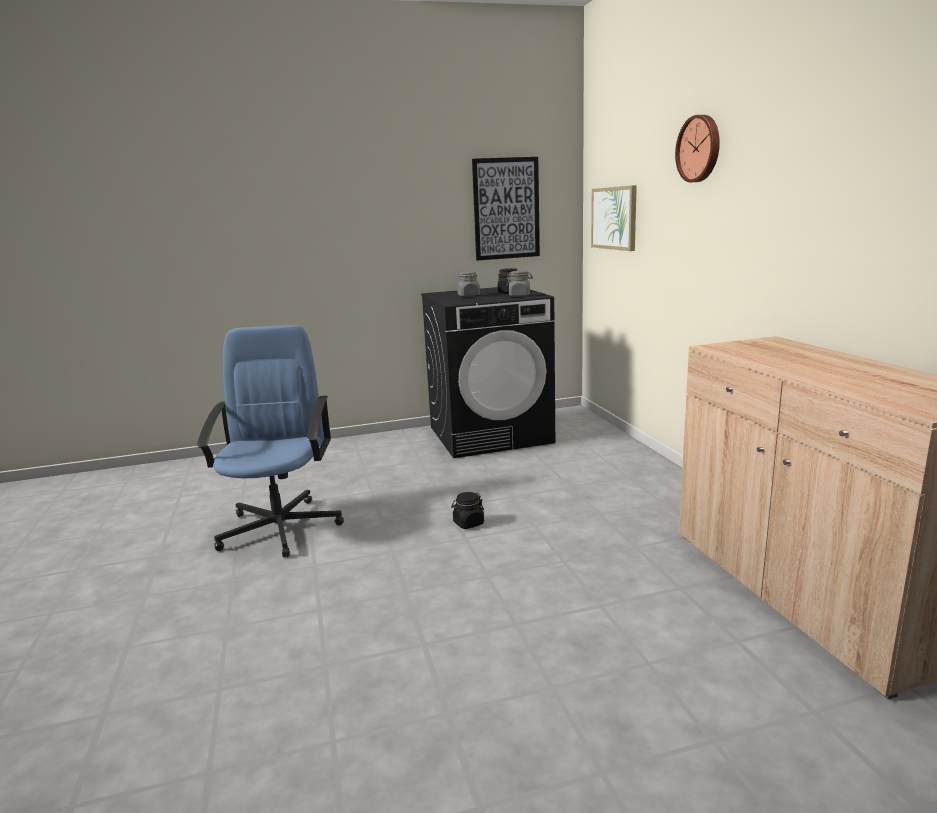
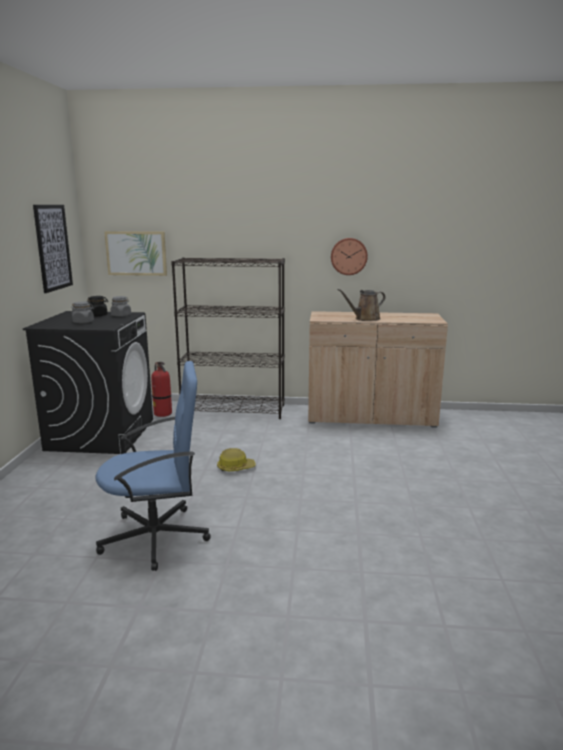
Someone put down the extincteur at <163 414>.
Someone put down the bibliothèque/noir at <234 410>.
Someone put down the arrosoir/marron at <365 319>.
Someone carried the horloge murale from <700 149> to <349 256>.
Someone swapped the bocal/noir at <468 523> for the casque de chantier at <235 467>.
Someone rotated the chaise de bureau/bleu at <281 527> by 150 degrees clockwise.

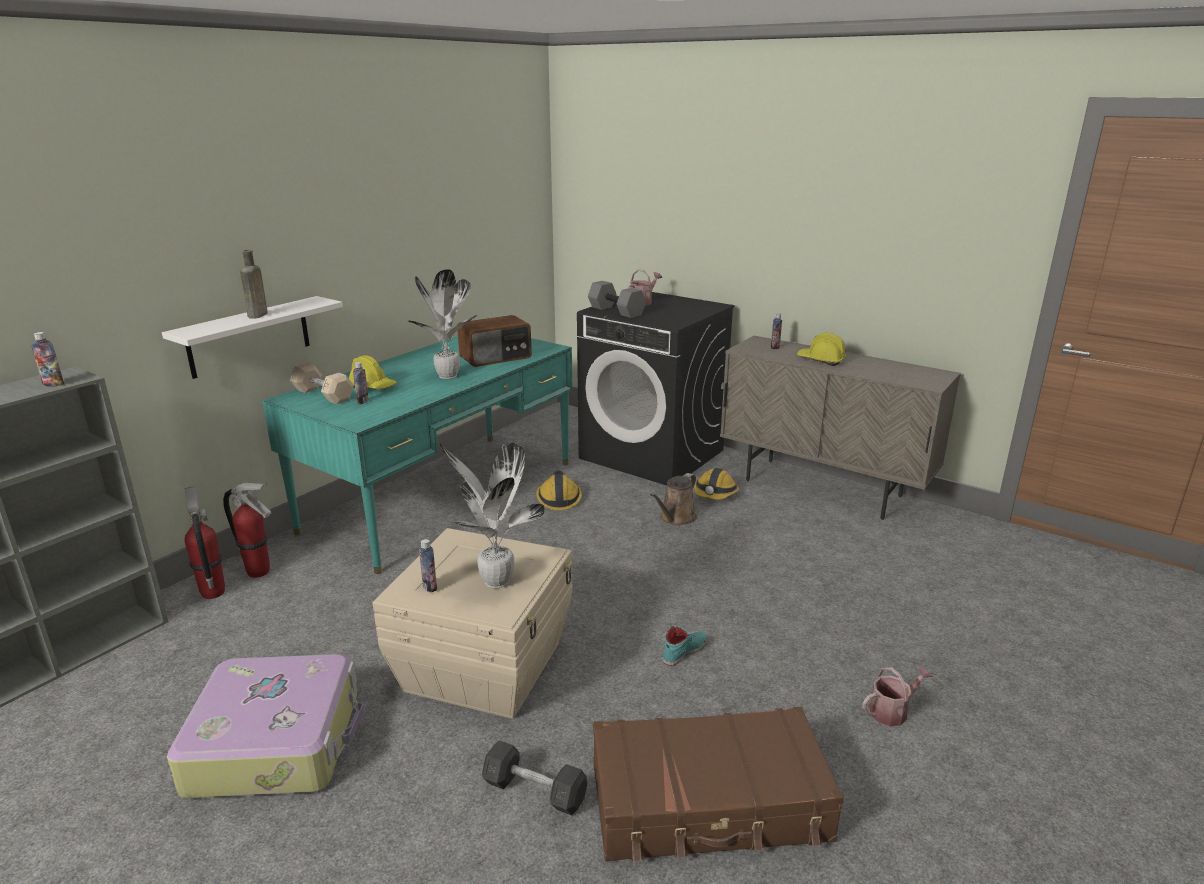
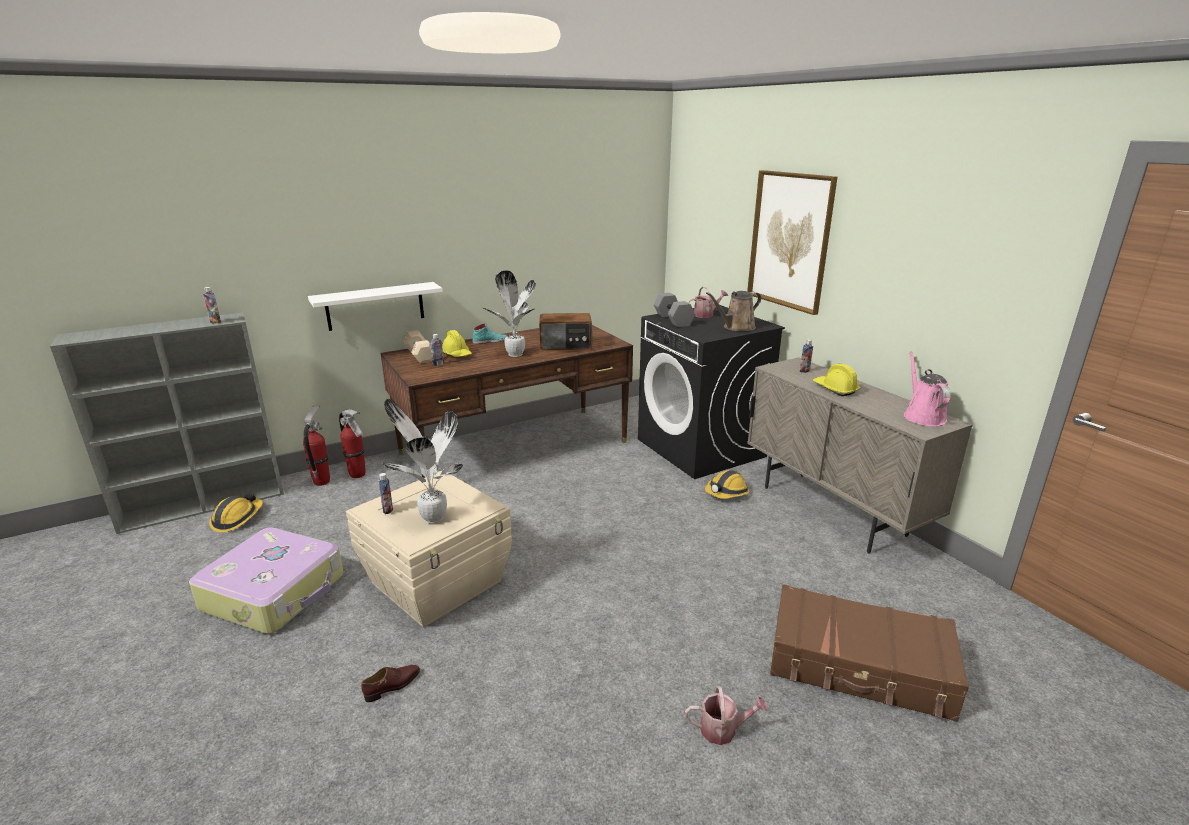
Someone took away the bouteille/marron at <257 316>.
Someone put up the tableau at <790 240>.
Someone put down the arrosoir/rose at <922 416>.
Someone carried the casque de chantier from <559 498> to <237 519>.
Someone carried the valise/marron from <709 803> to <859 666>.
Someone carried the arrosoir/marron from <676 518> to <736 327>.
Someone carried the chaussure/turquoise from <684 650> to <490 341>.
Someone swapped the haltère/gris at <535 791> for the chaussure/marron at <393 686>.
Someone repainted the bureau/turquoise at <442 496>, which became the bureau/marron at <514 447>.

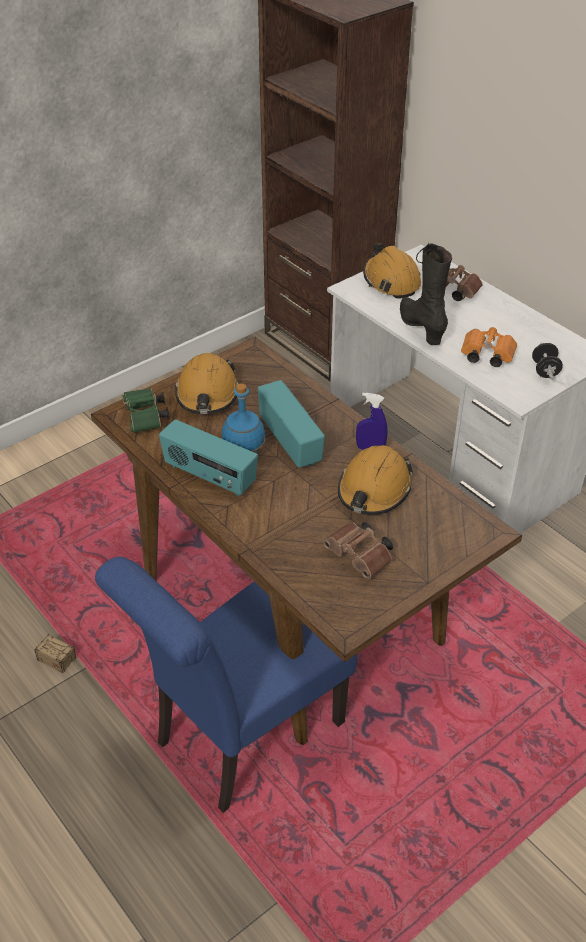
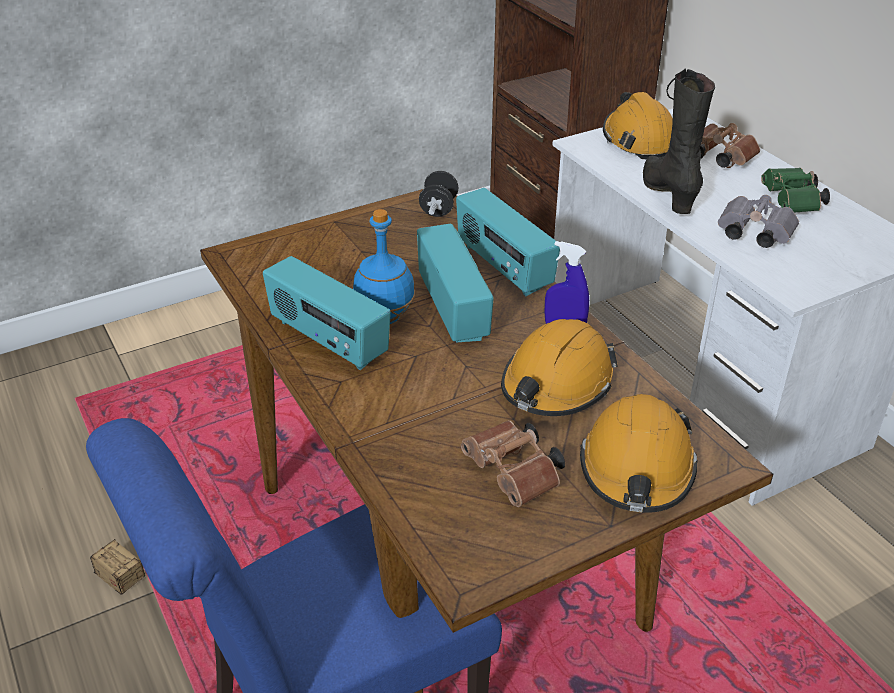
Someone put down the radio at <503 268>.
Someone carried the jumelles/vert from <146 419> to <792 203>.
Someone carried the casque de chantier/orange from <207 395> to <637 469>.
Someone carried the haltère/noir from <545 370> to <438 209>.
Someone repainted the jumelles/orange at <485 356>, which became the jumelles/gris at <752 234>.

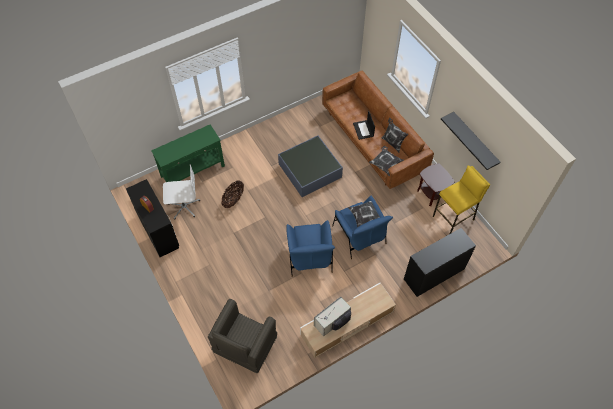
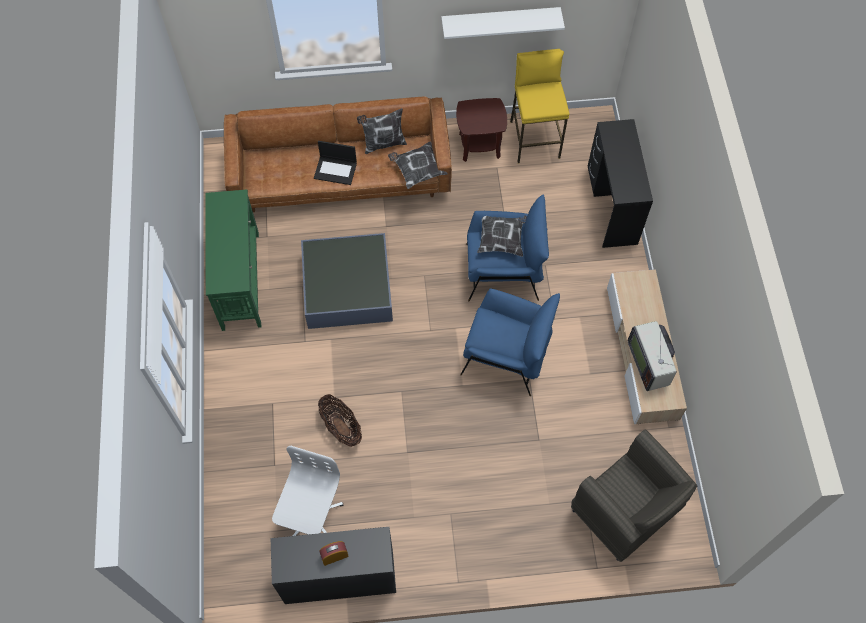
Someone carried the table console/vert from <193 171> to <241 279>.
Someone repainted the étagère/noir at <474 141>, which became the étagère/blanc at <500 20>.

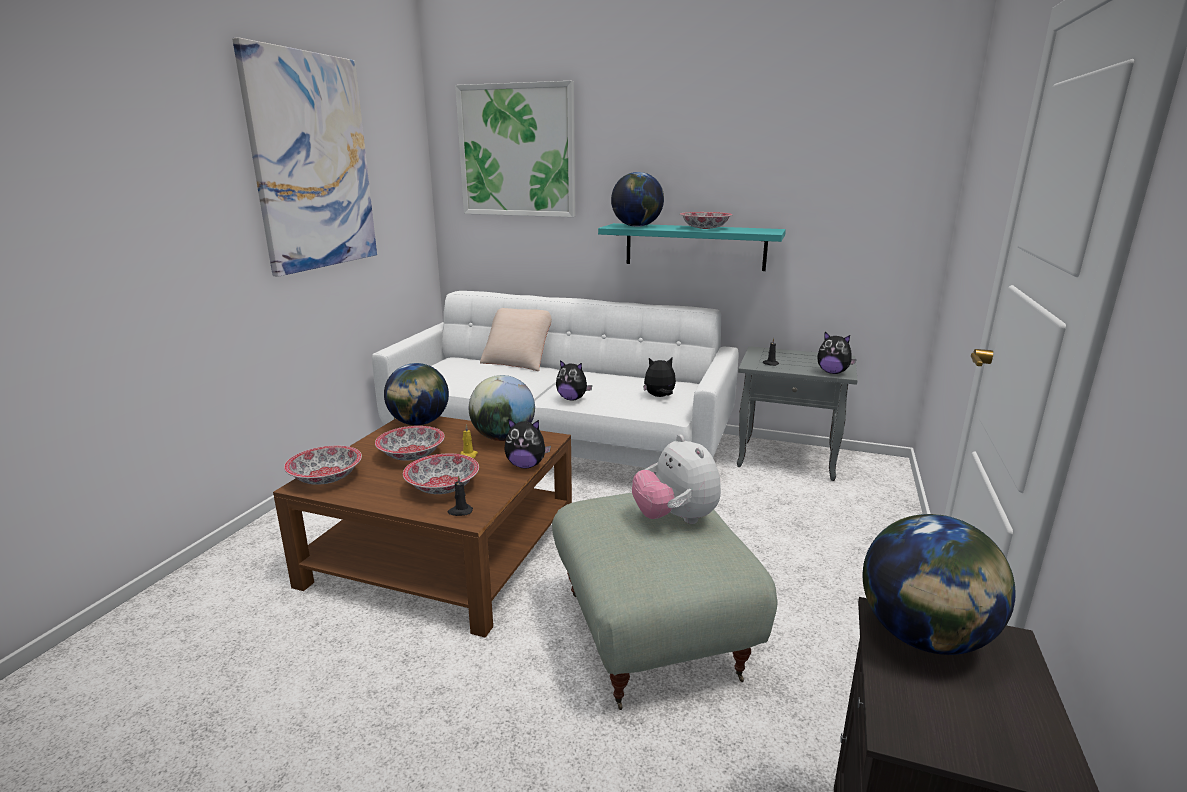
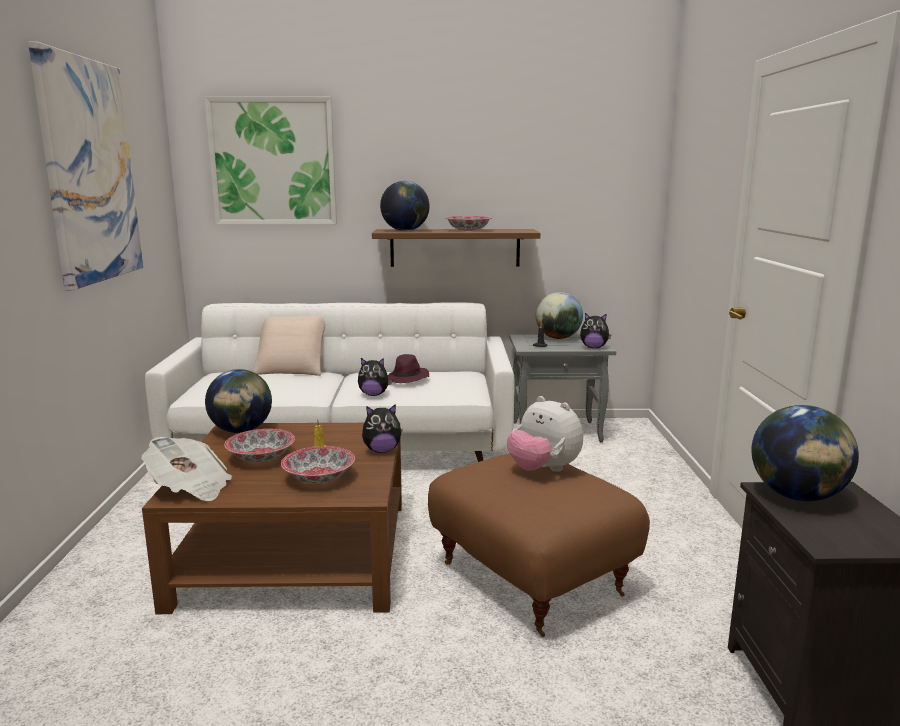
Someone took away the bougie/noir at <460 511>.
Someone took away the peluche at <659 397>.
Someone put down the chapeau/violet at <407 379>.
Someone carried the globe from <503 438> to <558 338>.
Someone swapped the bol at <326 478> for the journal at <190 488>.
Someone repainted the pouf/gris at <654 633>, which became the pouf/marron at <533 578>.
Someone repainted the étagère/turquoise at <695 246>, which became the étagère/marron at <455 247>.

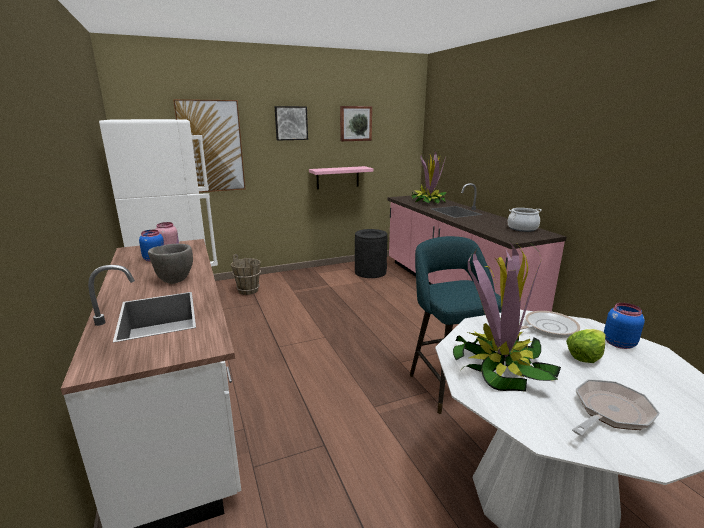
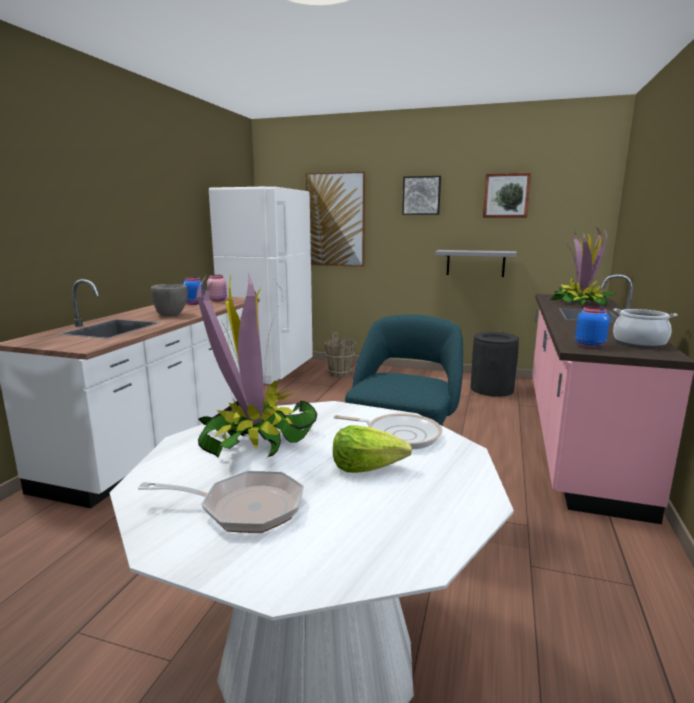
Someone carried the bocal/bleu from <618 343> to <589 345>.
Someone repainted the étagère/rose at <337 177>, which became the étagère/gris at <475 263>.

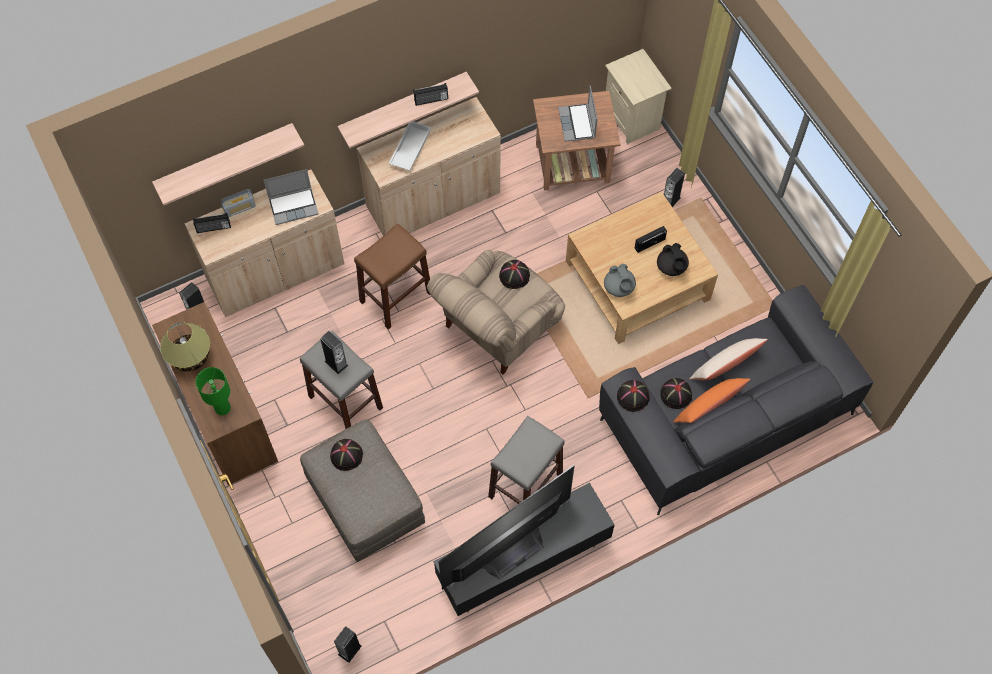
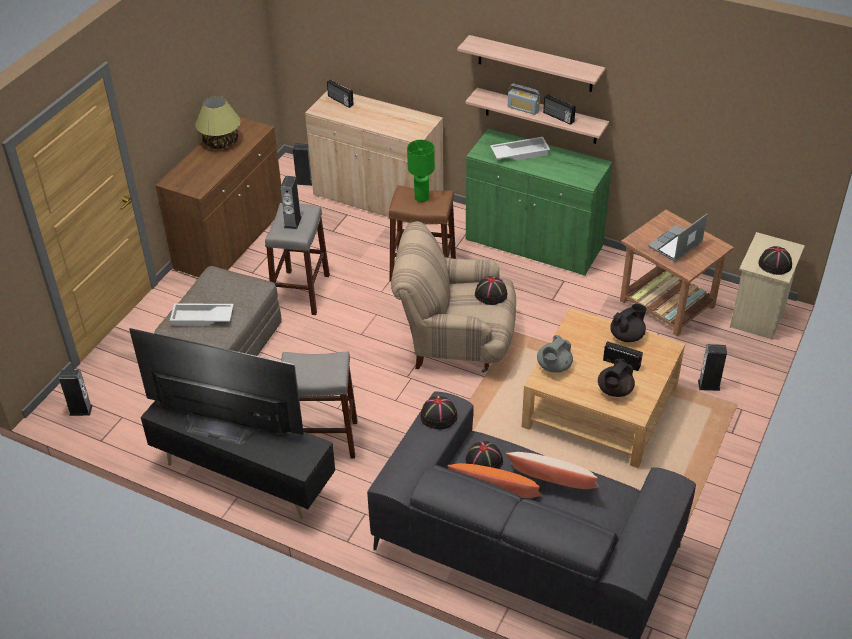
Someone took away the ordinateur portable at <294 206>.
Someone put down the plateau/blanc at <202 318>.
Someone put down the théière/noir at <627 336>.
Someone carried the étagère from <225 160> to <535 64>.
Someone carried the lampe de table/vert from <222 408> to <422 197>.
Someone carried the radio from <239 208> to <523 108>.
Someone carried the chapeau/noir from <346 455> to <775 264>.
Someone repainted the meuble de rangement/beige at <433 200>, which became the meuble de rangement/vert at <533 244>.

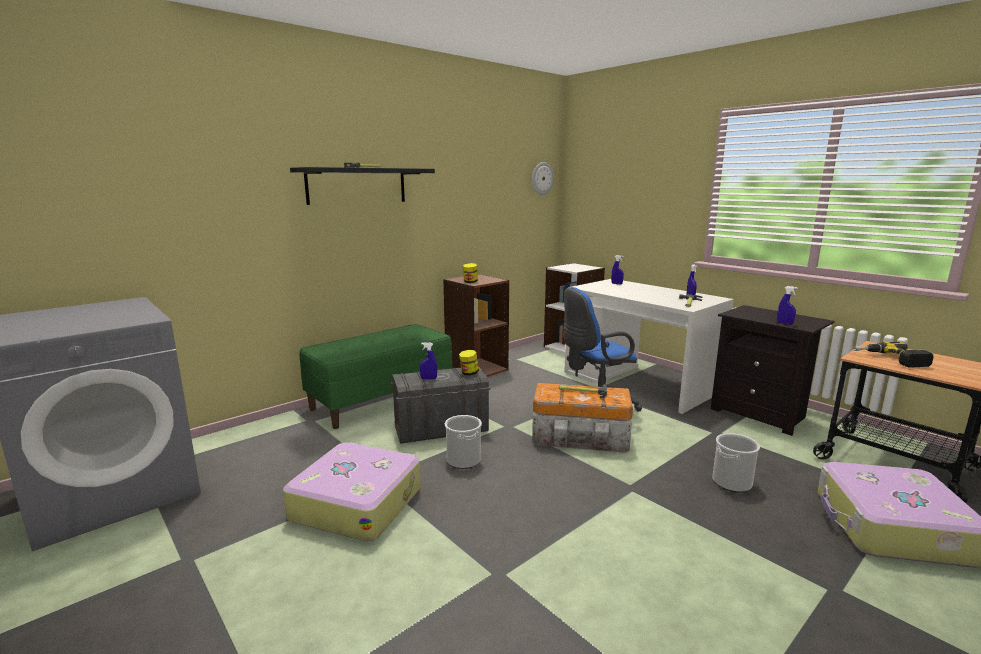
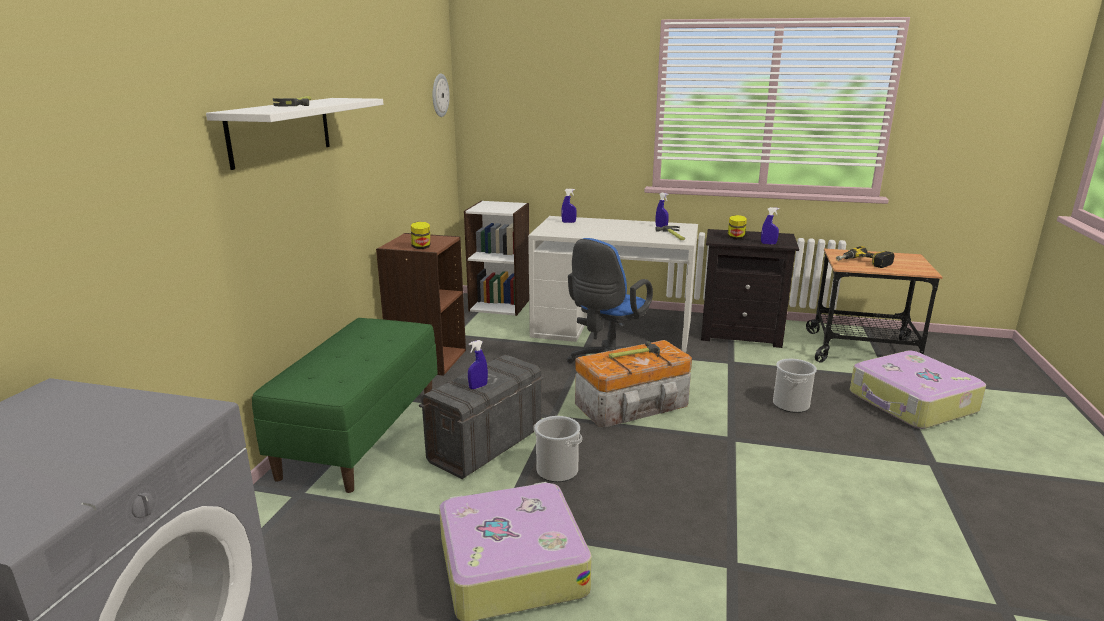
Someone carried the bocal from <469 373> to <736 238>.
Someone repainted the étagère/noir at <357 186>, which became the étagère/blanc at <281 130>.

